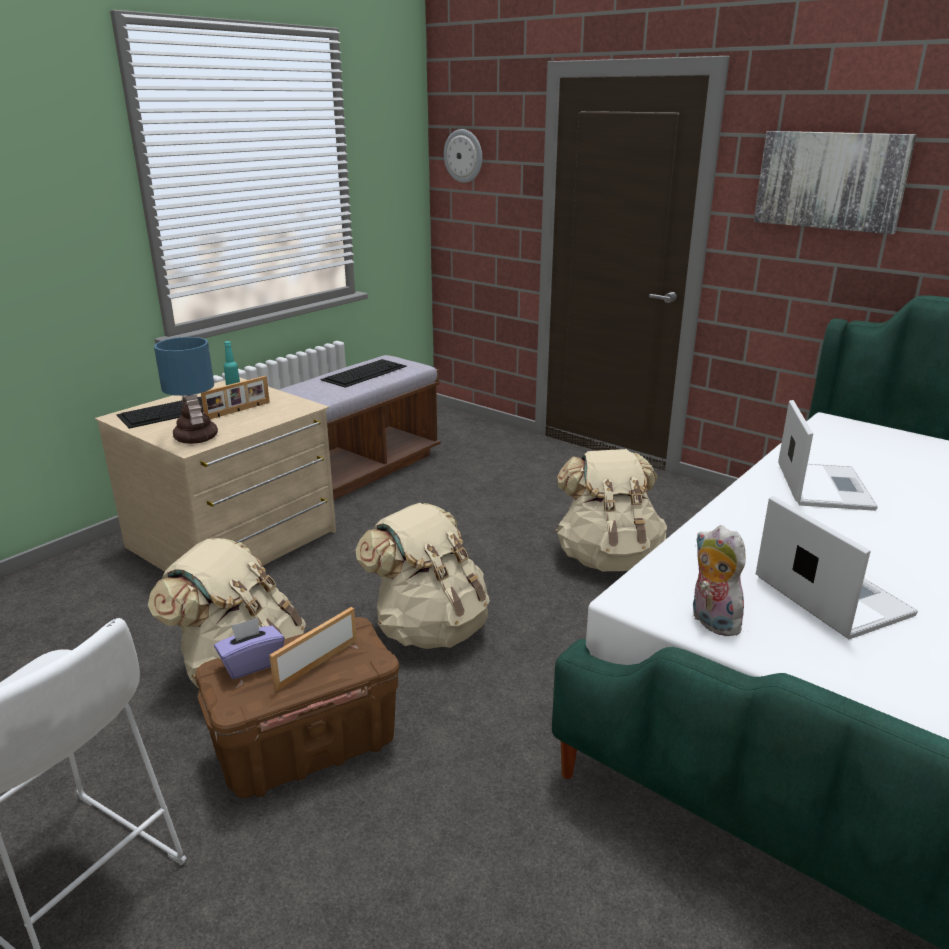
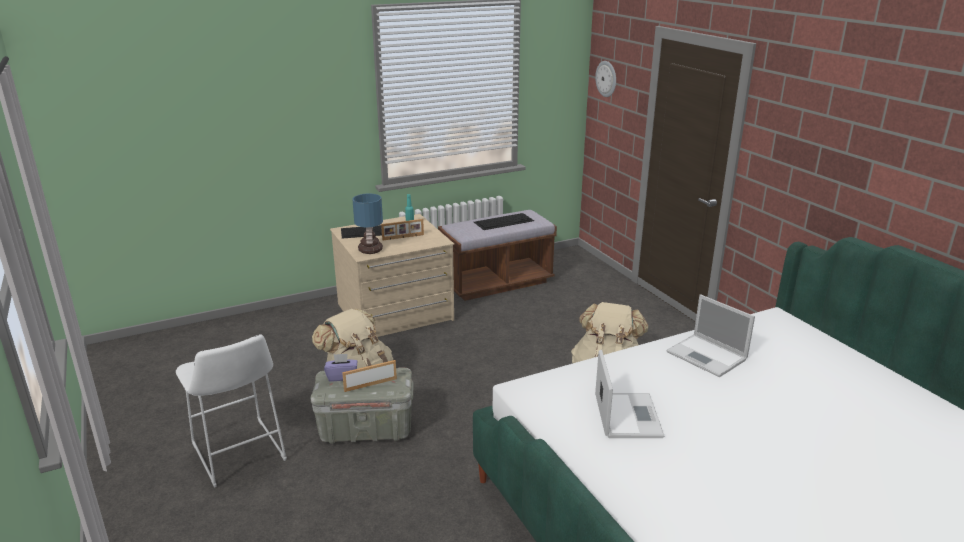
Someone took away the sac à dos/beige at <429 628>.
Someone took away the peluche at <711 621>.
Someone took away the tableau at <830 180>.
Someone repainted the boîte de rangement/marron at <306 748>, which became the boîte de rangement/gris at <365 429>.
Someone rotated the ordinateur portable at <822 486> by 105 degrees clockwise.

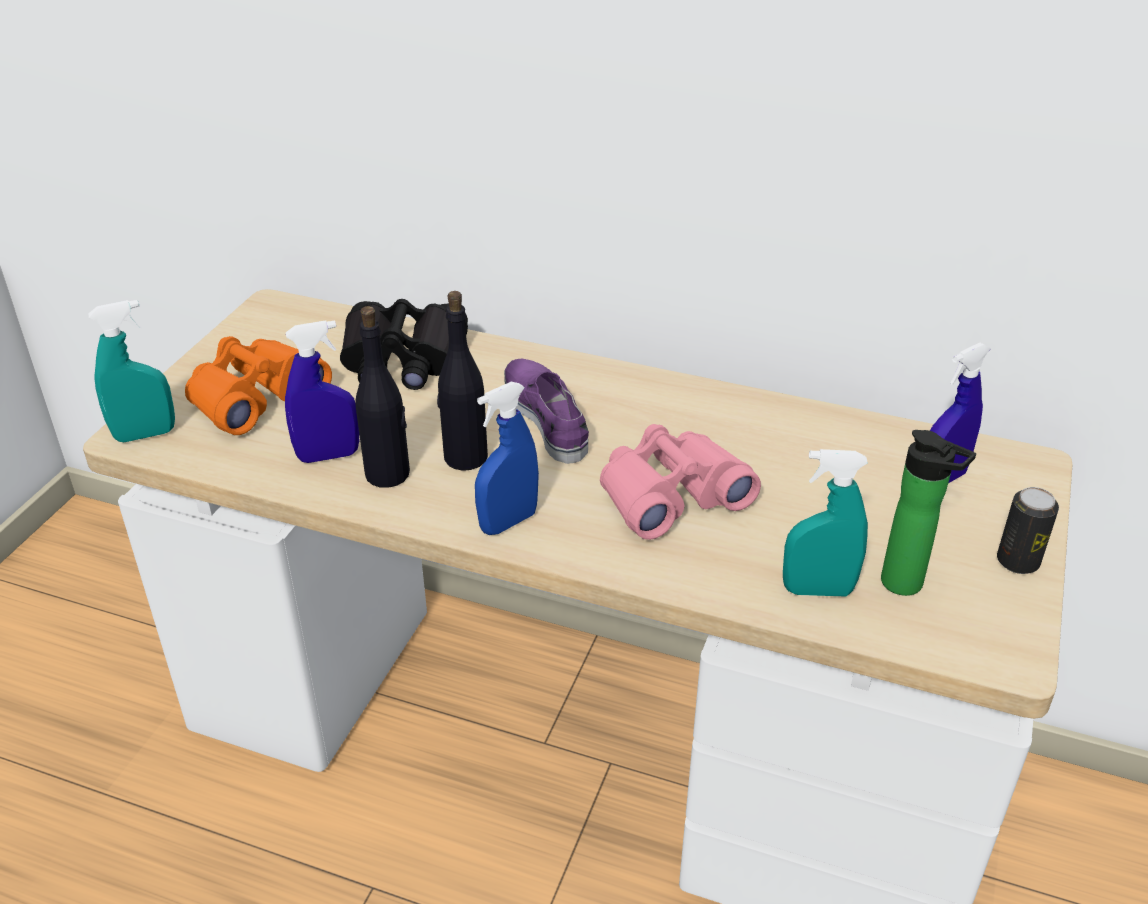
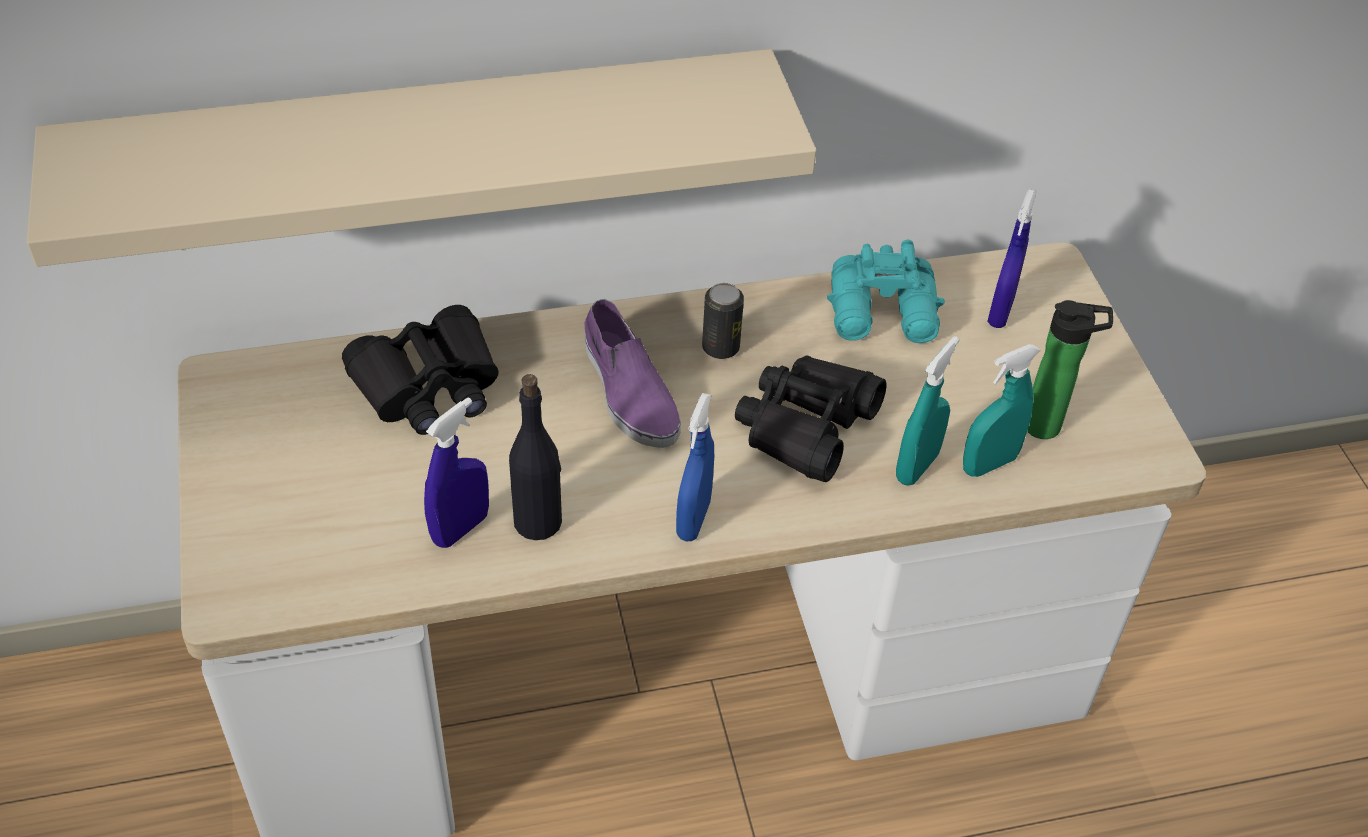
Someone took away the jumelles/orange at <255 397>.
Someone took away the bouteille/noir at <465 457>.
Someone put up the étagère/beige at <425 152>.
Someone put down the jumelles/turquoise at <885 314>.
Someone carried the vaporisateur/turquoise from <145 434> to <917 467>.
Someone carried the boîte métallique from <1017 561> to <720 347>.
Someone repainted the jumelles/rose at <671 495>, which became the jumelles/noir at <806 426>.
Someone rotated the chaussure/violet at <547 417> by 150 degrees counterclockwise.

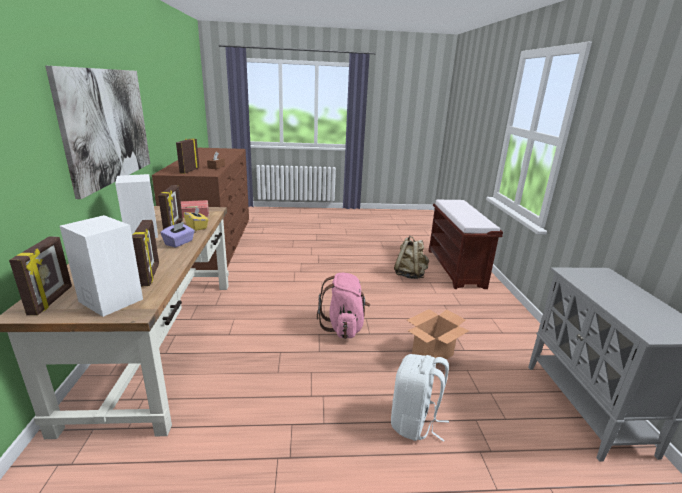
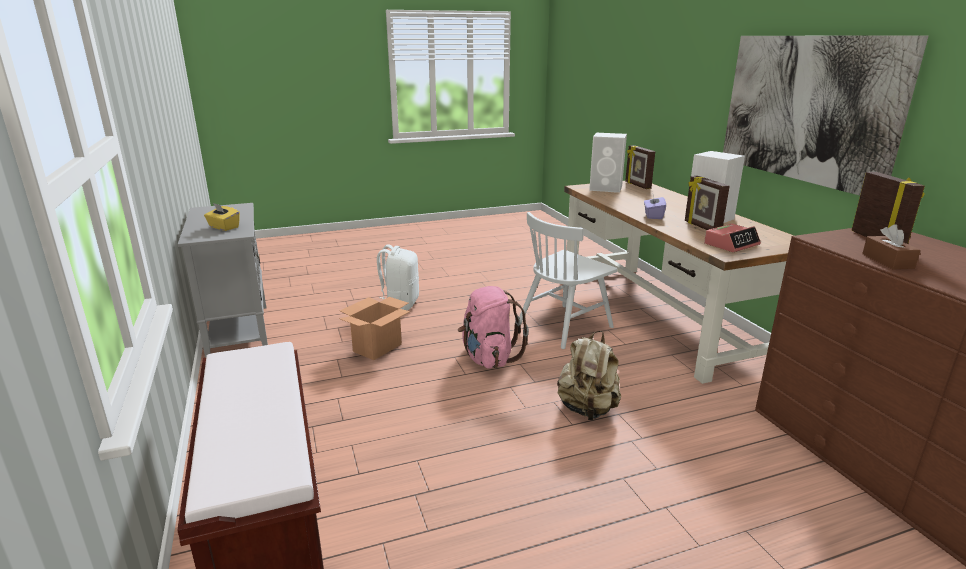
Someone took away the cadre photo at <150 275>.
Someone put down the chaise/blanc at <564 326>.
Someone carried the boîte à mouchoirs/jaune from <197 227> to <223 227>.
Someone carried the sac à dos/beige from <410 275> to <587 409>.

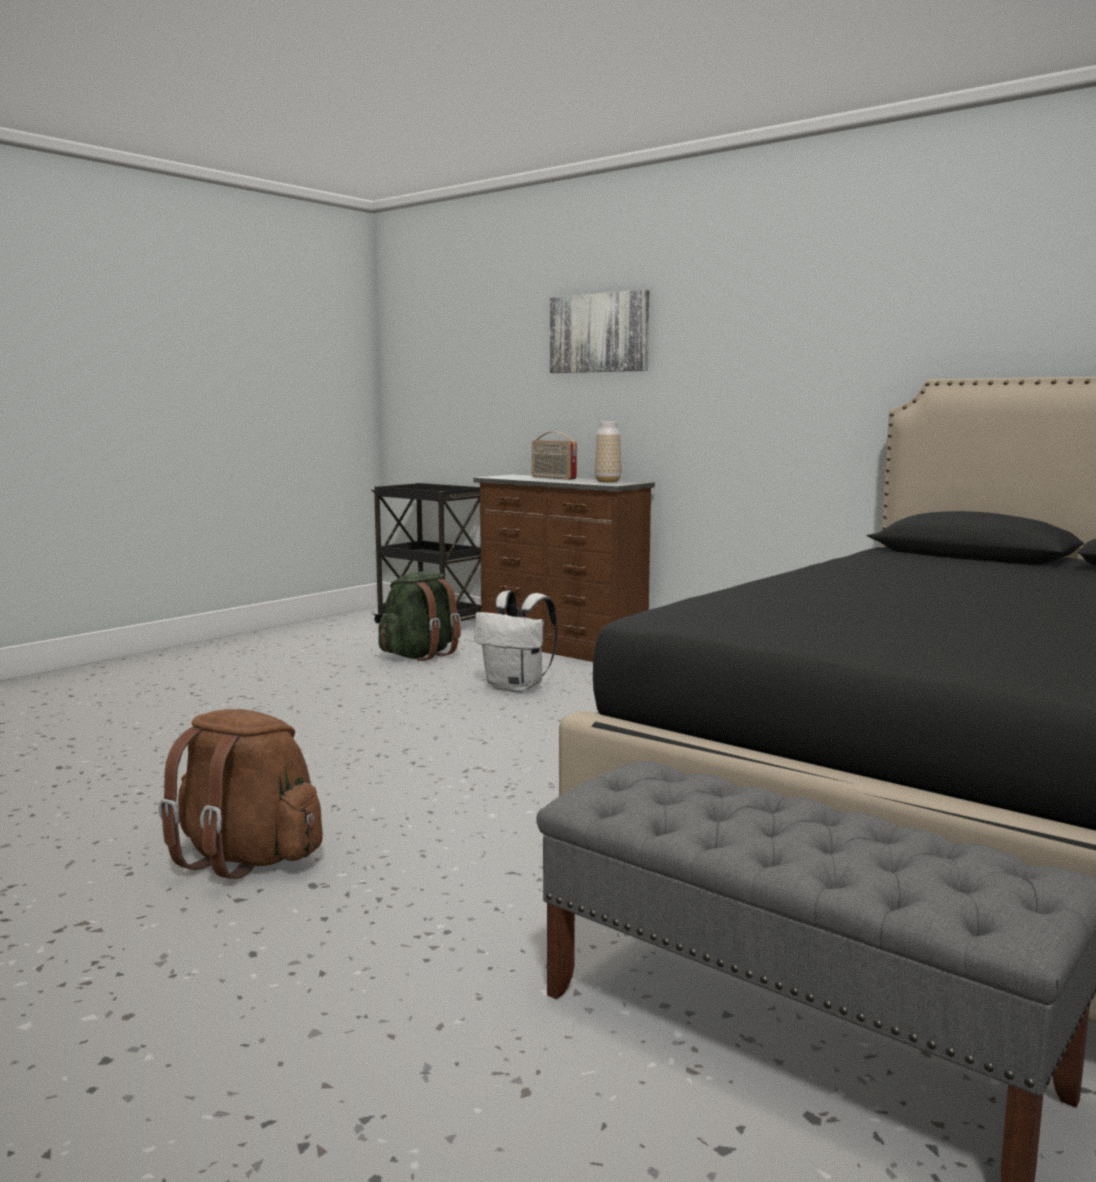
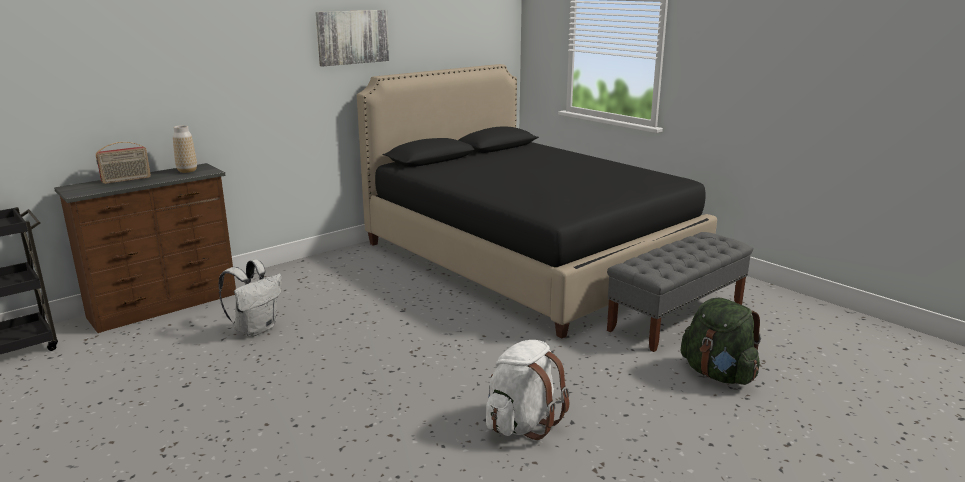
Someone carried the sac à dos/vert from <420 655> to <718 374>.
Someone carried the tableau from <599 333> to <352 37>.
Someone repainted the sac à dos/marron at <246 858>, which became the sac à dos/blanc at <522 423>.

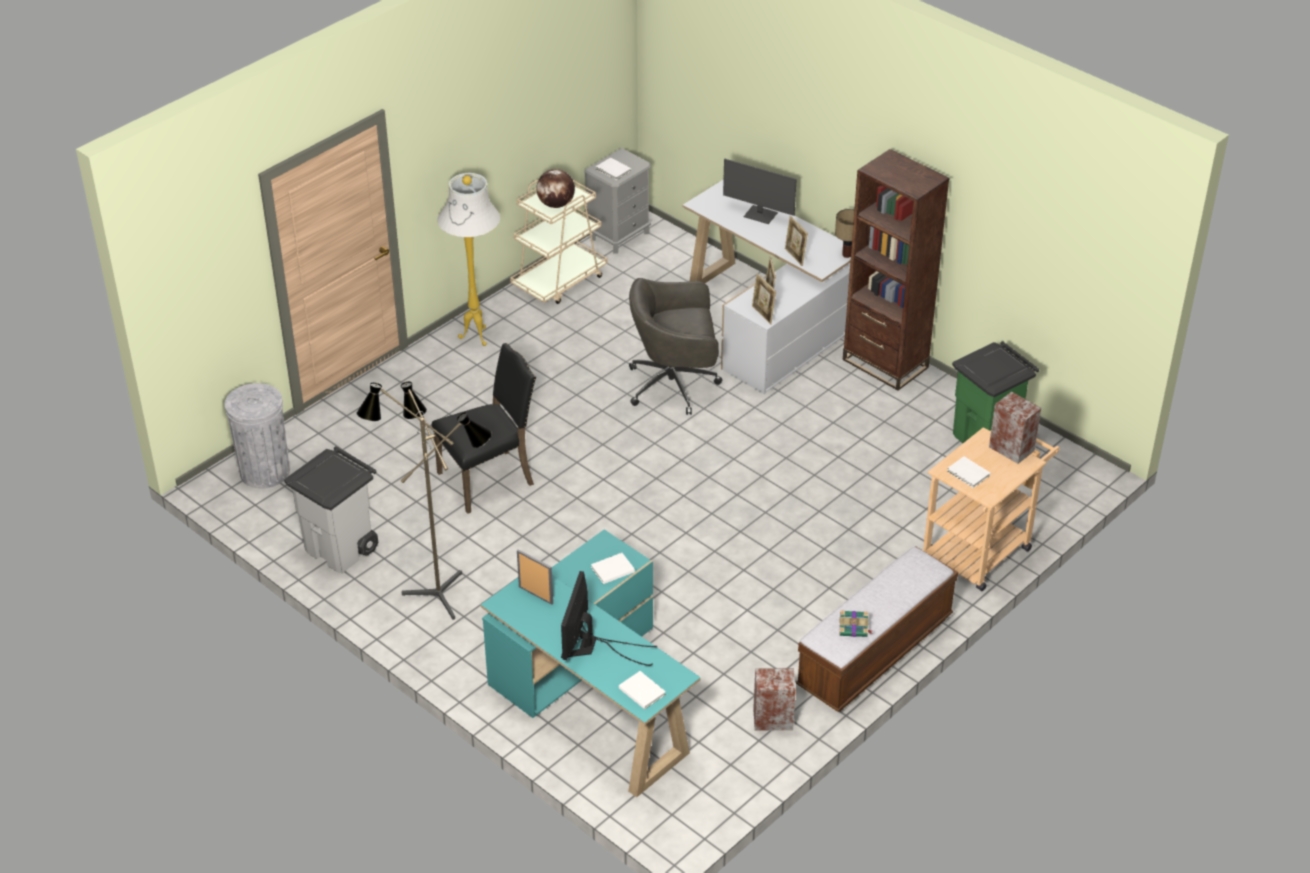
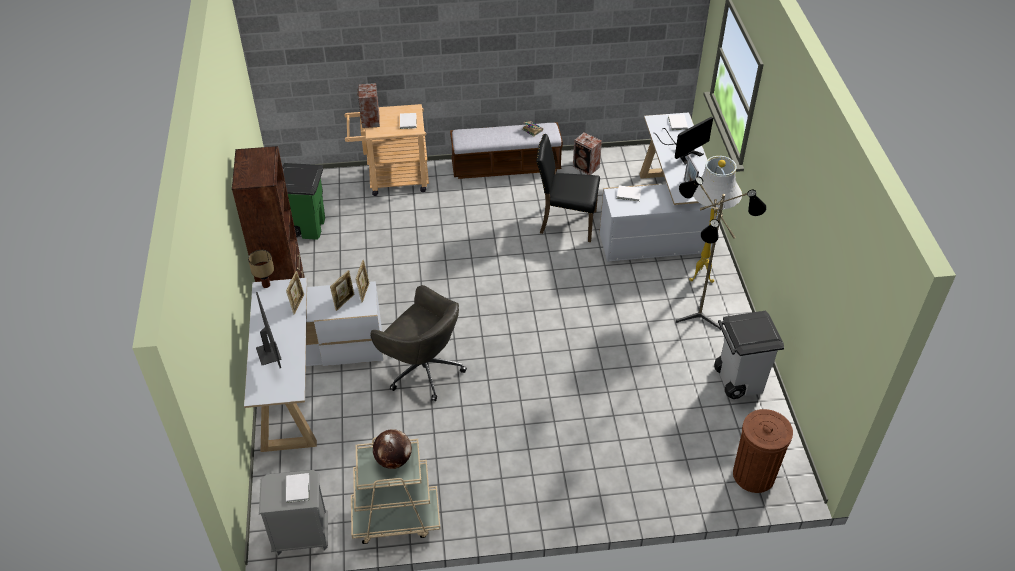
Someone carried the chaise/noir from <488 479> to <566 223>.
Someone carried the lampadaire/blanc from <477 337> to <700 276>.
Someone repainted the poubelle/gris at <265 471>, which became the poubelle/marron at <753 474>.
Someone repainted the bureau/turquoise at <592 696>, which became the bureau/blanc at <661 220>.

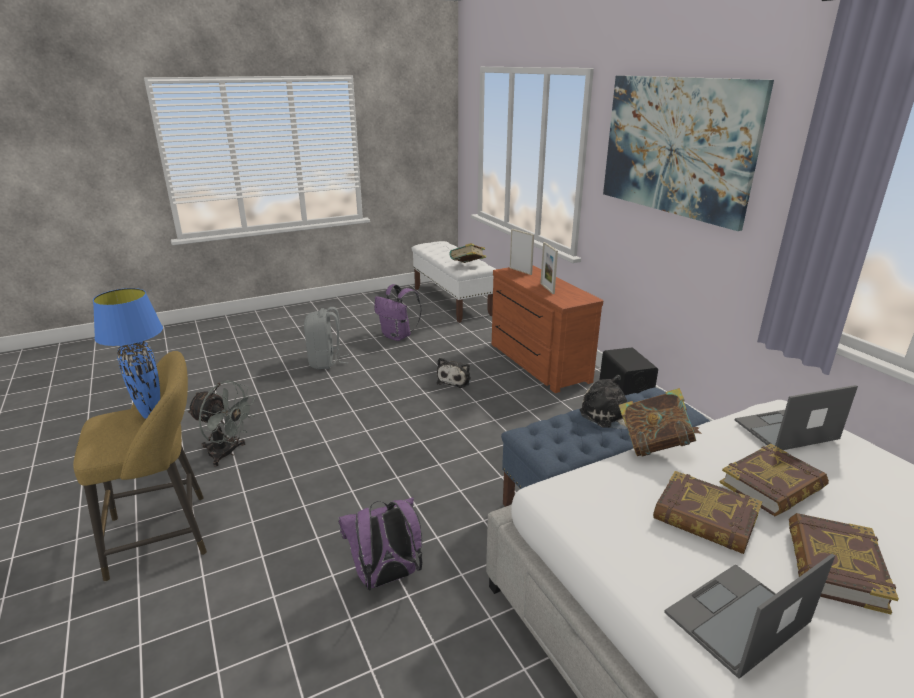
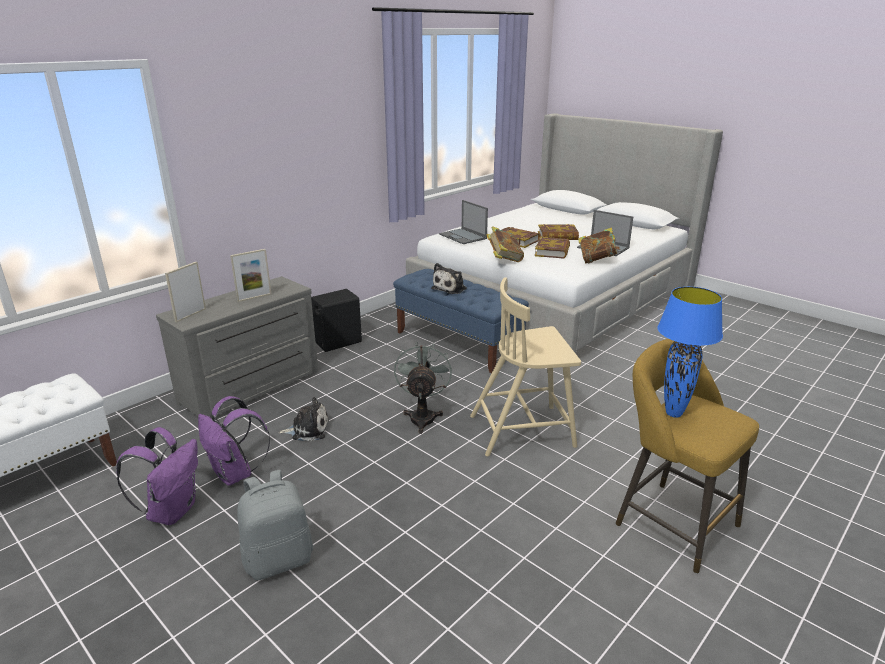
Someone took away the tableau at <676 146>.
Someone put down the chaise/beige at <523 430>.
Someone carried the ventilateur/gris from <227 453> to <423 416>.
Someone carried the sac à dos/violet from <386 578> to <236 474>.
Someone carried the livre from <467 266> to <597 260>.
Someone repainted the commode/marron at <536 363>, which became the commode/gris at <252 388>.

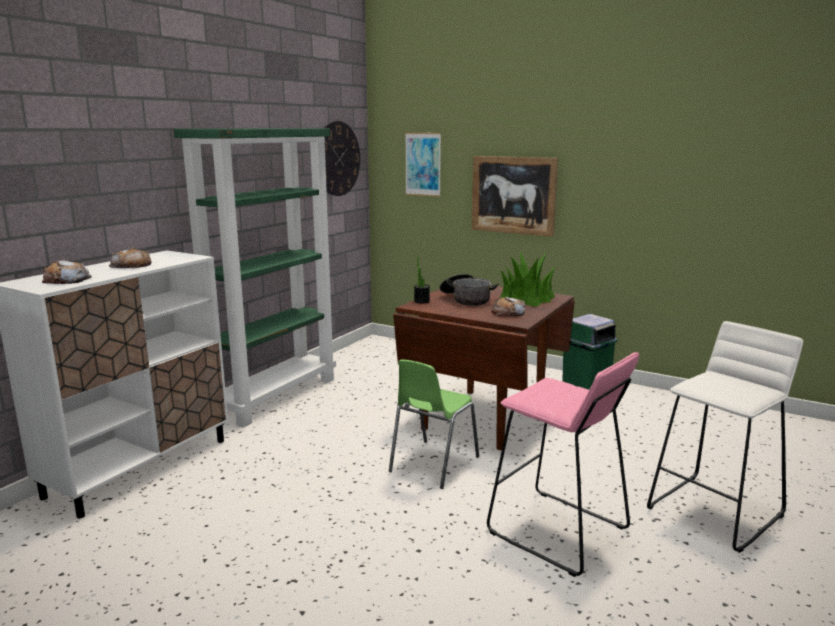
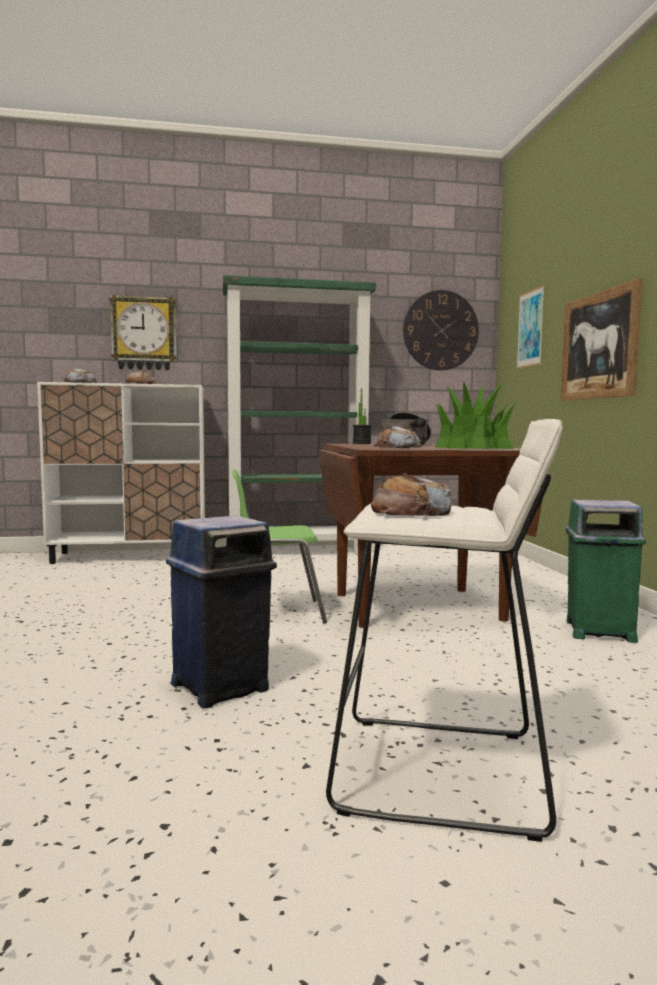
Someone put up the horloge murale at <144 334>.
Someone put down the pain at <411 512>.
Someone swapped the tabouret/rose at <557 532> for the poubelle/bleu at <221 686>.

